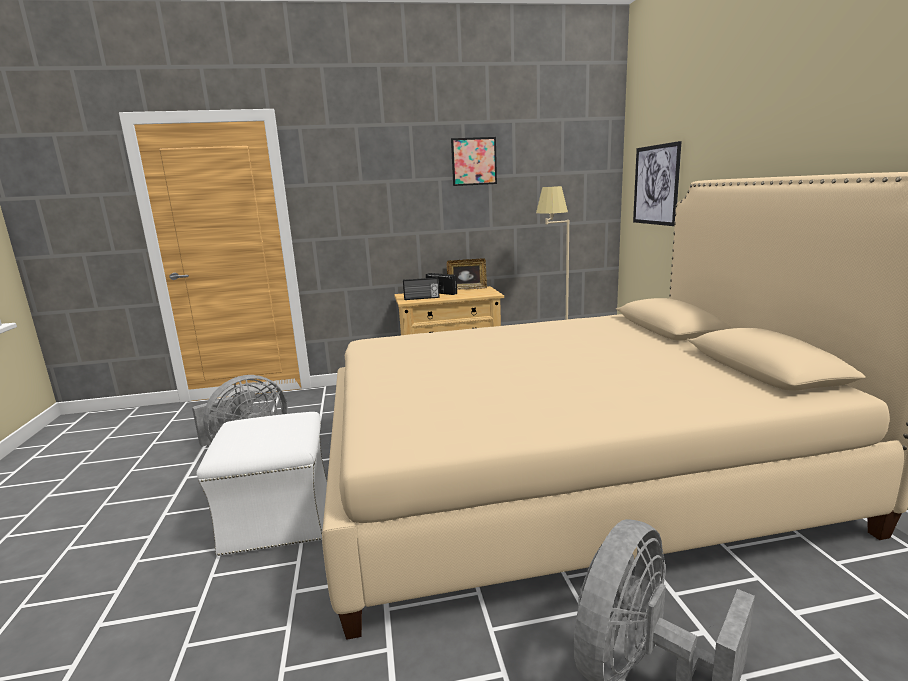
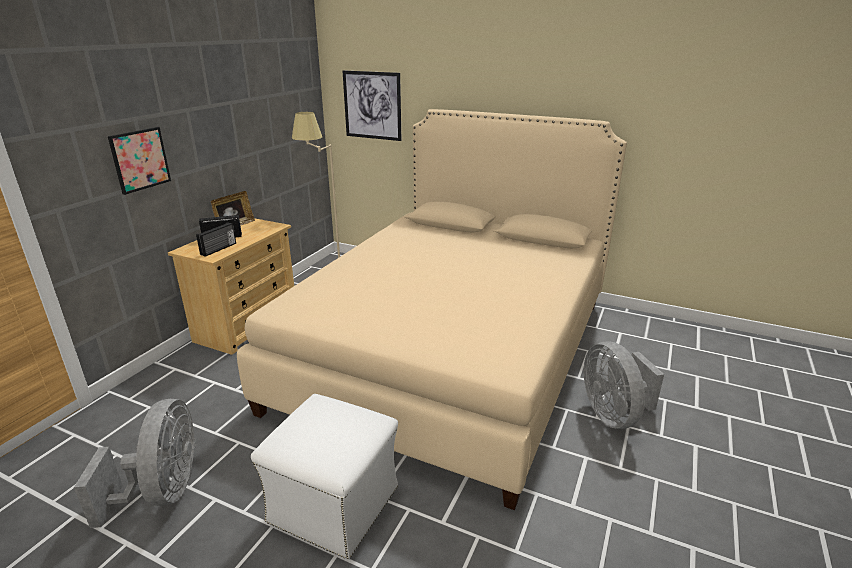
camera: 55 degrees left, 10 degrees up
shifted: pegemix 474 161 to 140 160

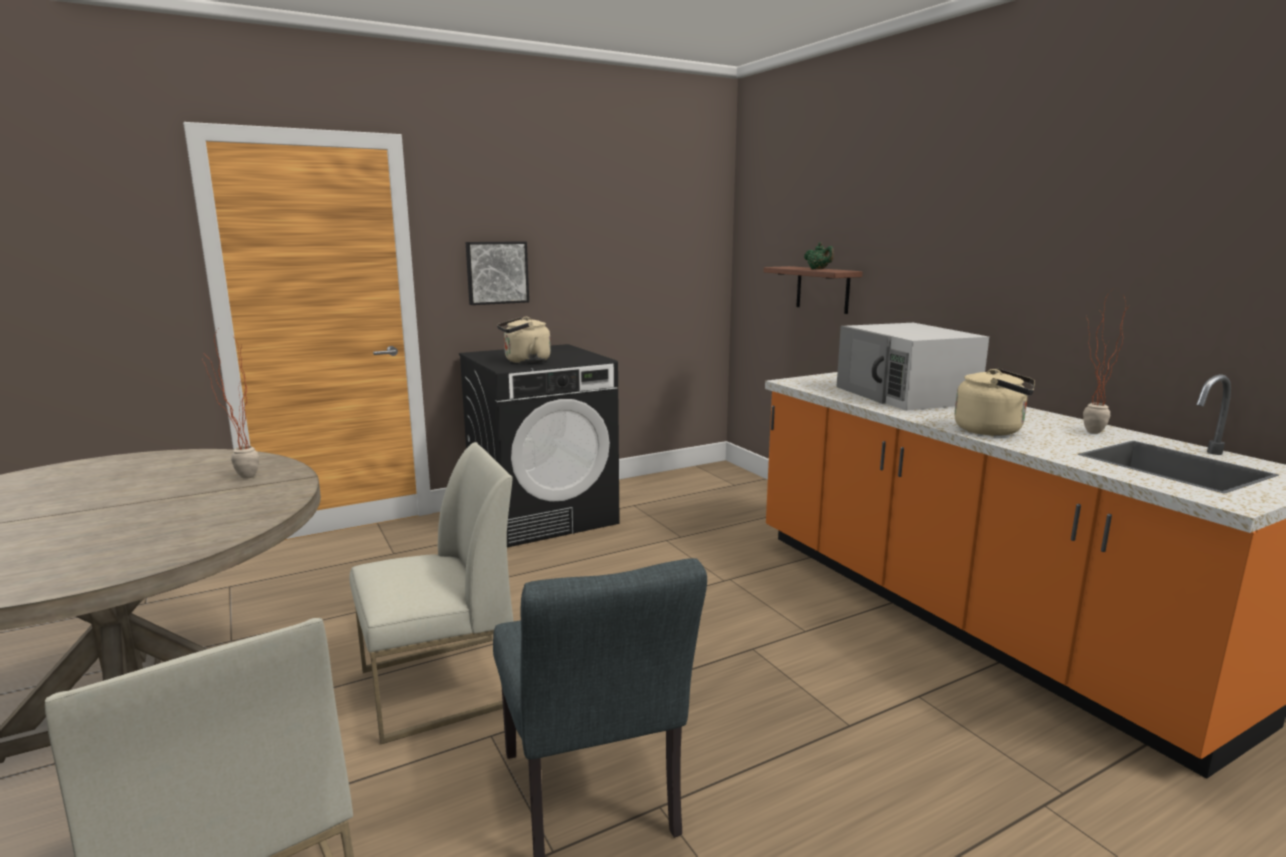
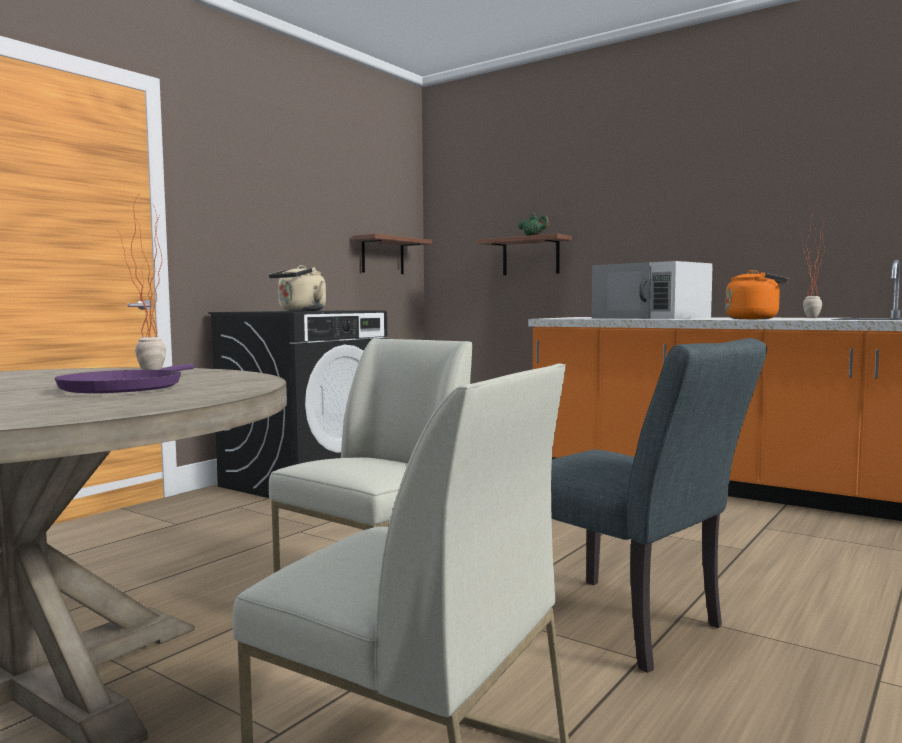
camera: 25 degrees left, 10 degrees down
gone: pegemix 497 272
new: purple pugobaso 126 387; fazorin 382 256
repainted: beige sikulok 992 430 to orange sikulok 755 319

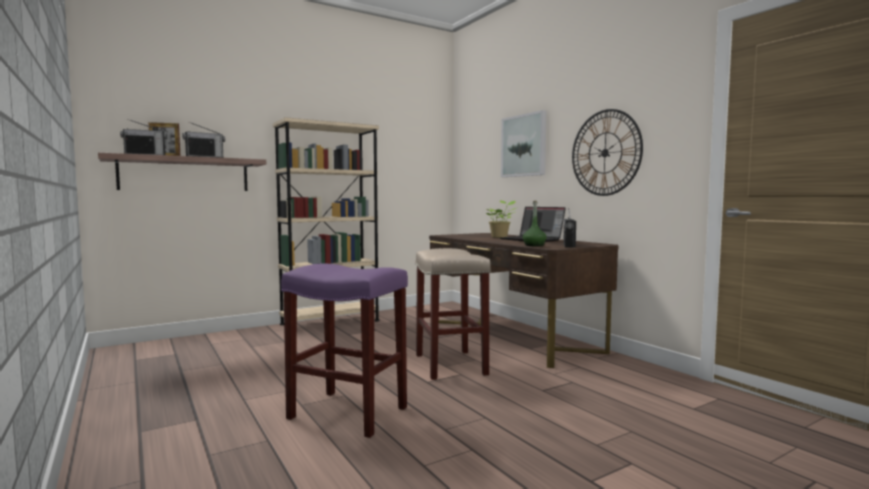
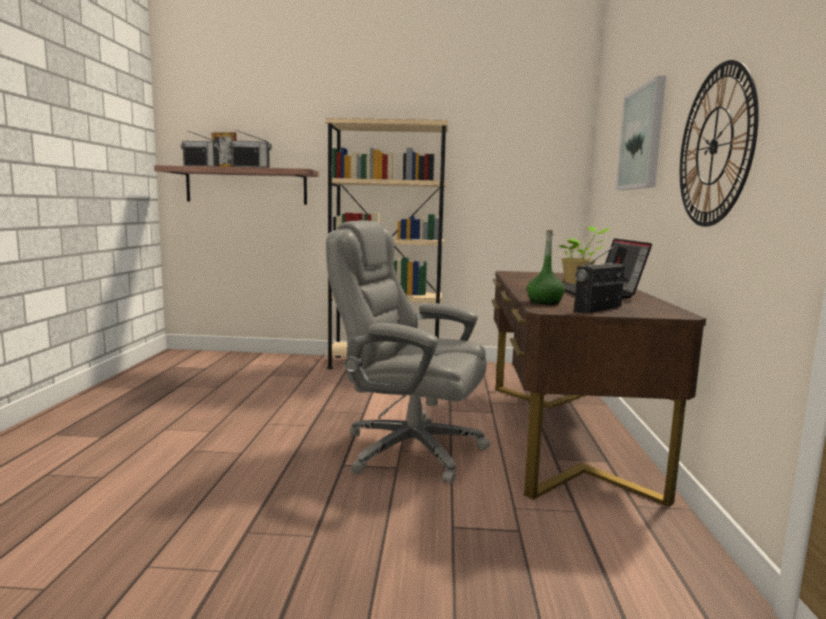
camera: 35 degrees right, 5 degrees up
gone: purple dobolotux 349 413
swapped: beige dobolotux 449 364 to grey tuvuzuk 409 450

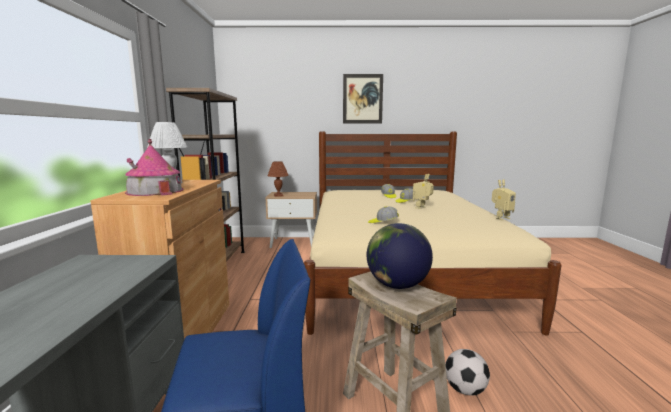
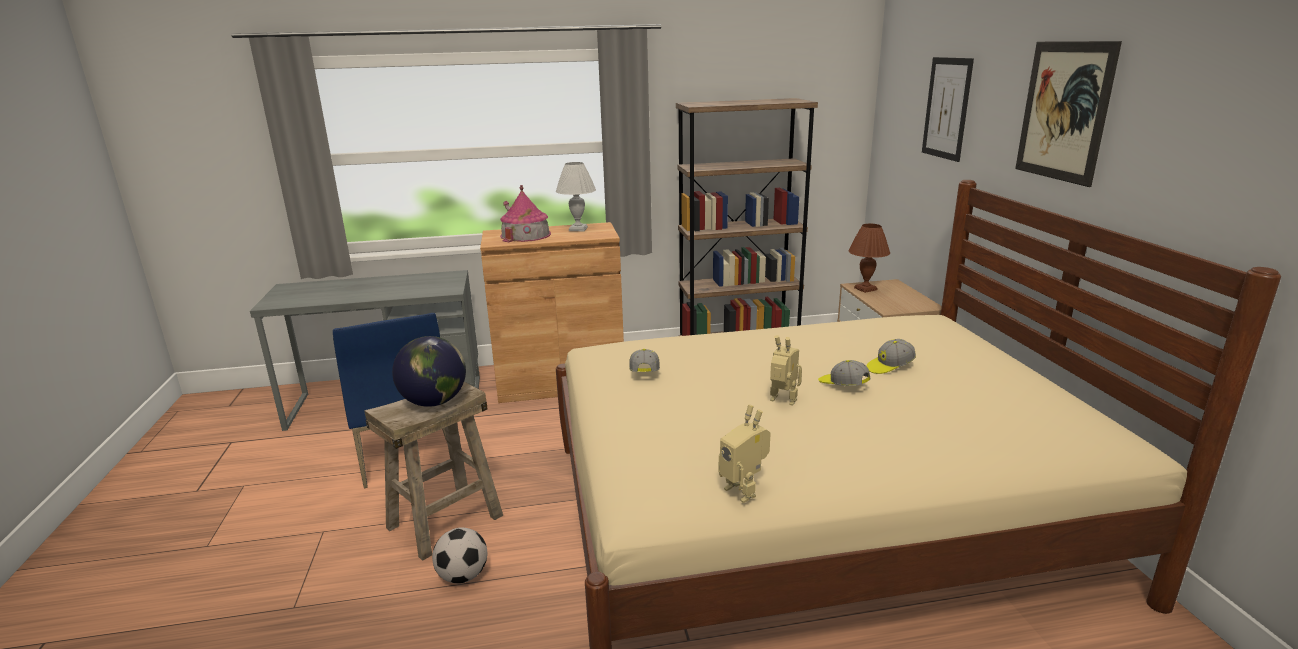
camera: 80 degrees right, 10 degrees up
new: pegemix 947 108

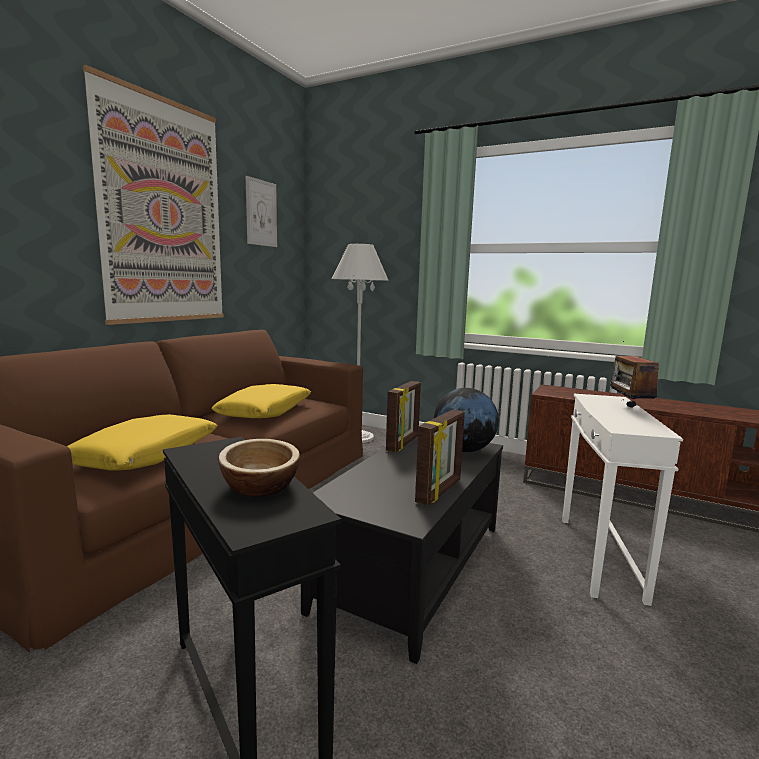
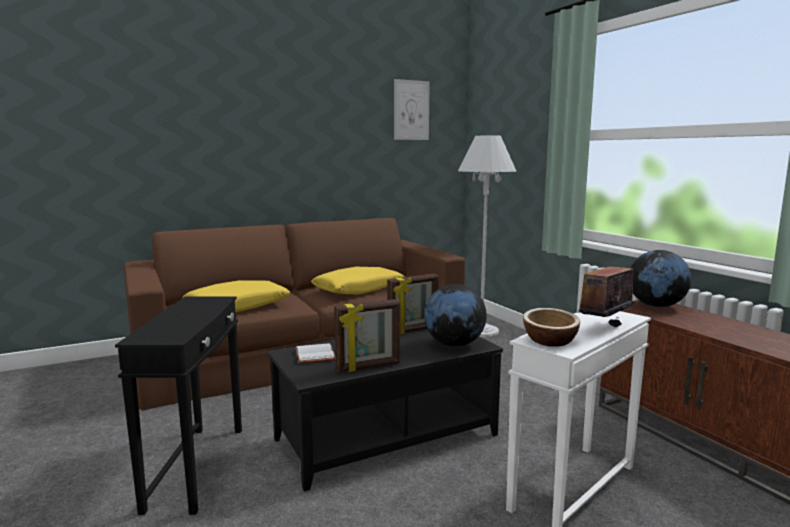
camera: 35 degrees right, 0 degrees up
gone: pegemix 163 213
new: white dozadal 316 355; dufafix 656 306
shifted: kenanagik 260 486 to 549 341

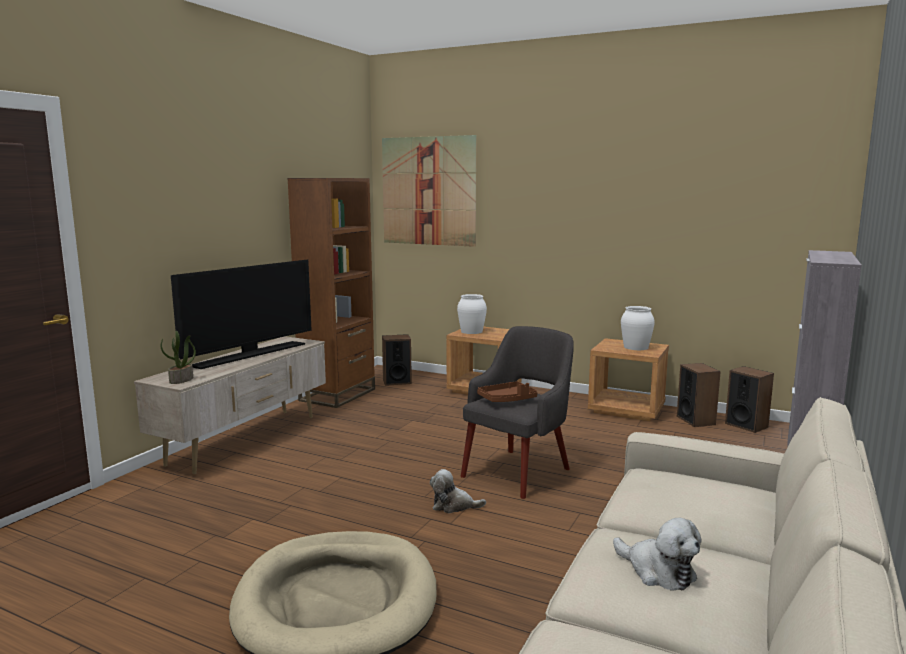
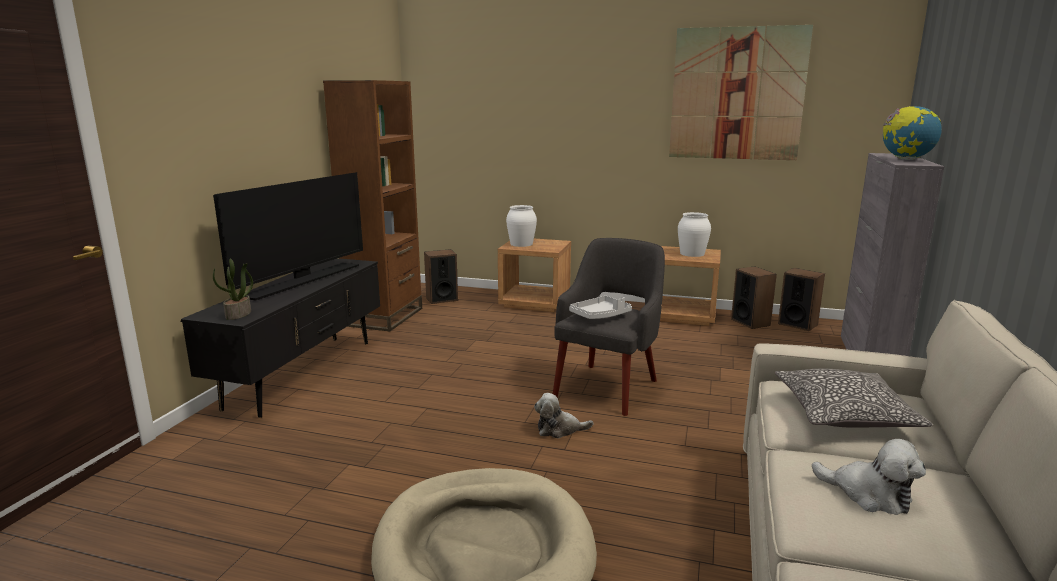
camera: 10 degrees left, 5 degrees up
new: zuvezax 844 414; dufafix 906 159
shifted: pegemix 428 191 to 737 94
repainted: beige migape 245 440 to black migape 303 374; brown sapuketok 507 399 to grey sapuketok 600 315

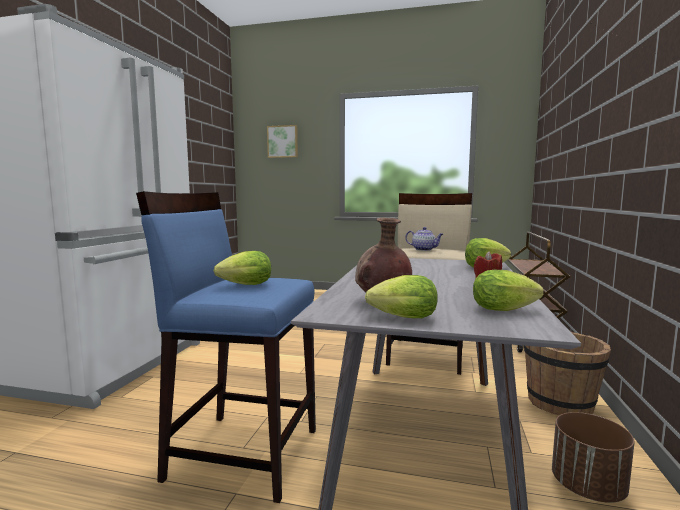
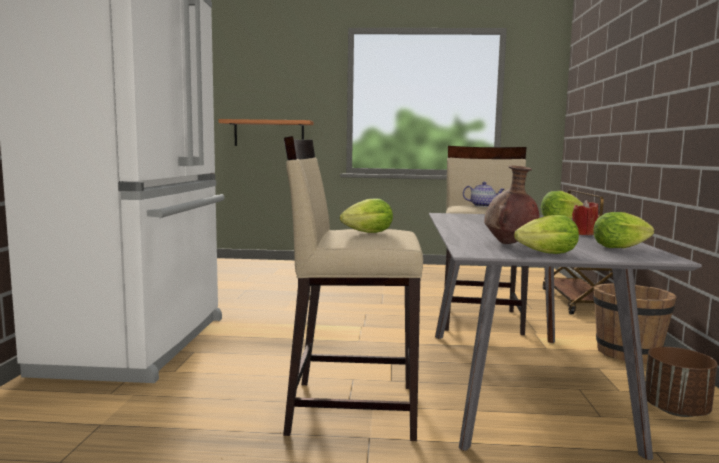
camera: 10 degrees left, 0 degrees up
gone: pegemix 283 141
new: fazorin 269 133
repainted: blue dobolotux 243 452 to beige dobolotux 351 408

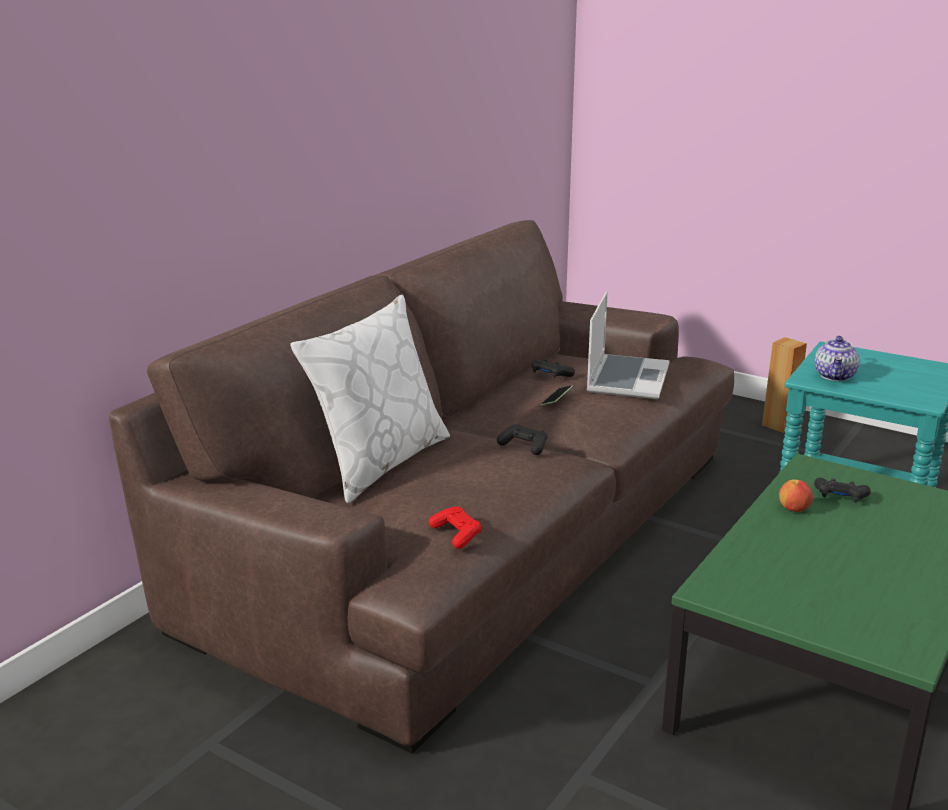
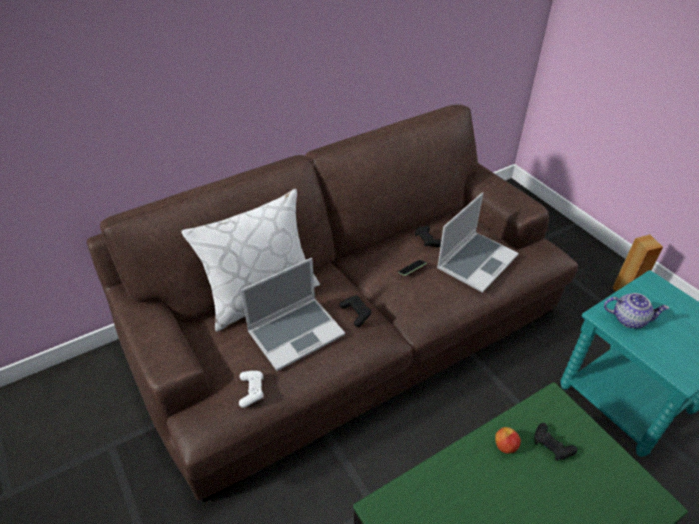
camera: 25 degrees right, 20 degrees up
new: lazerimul 296 333
repainted: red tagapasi 456 534 to white tagapasi 252 391
rotated: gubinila 835 376 = 629 319 120 degrees counterclockwise

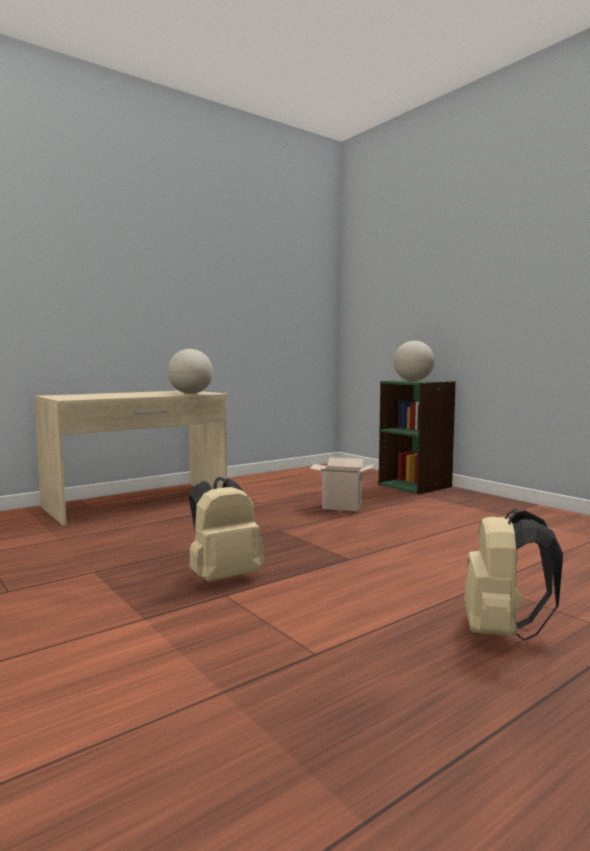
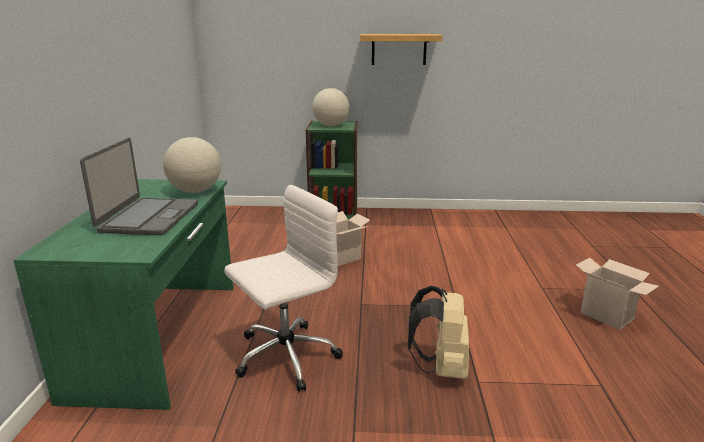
camera: 50 degrees left, 15 degrees up
new: lazerimul 148 218; white tuvuzuk 284 356; fazorin 399 49
swapped: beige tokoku 501 632 to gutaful 608 316
repainted: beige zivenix 137 502 to green zivenix 161 337

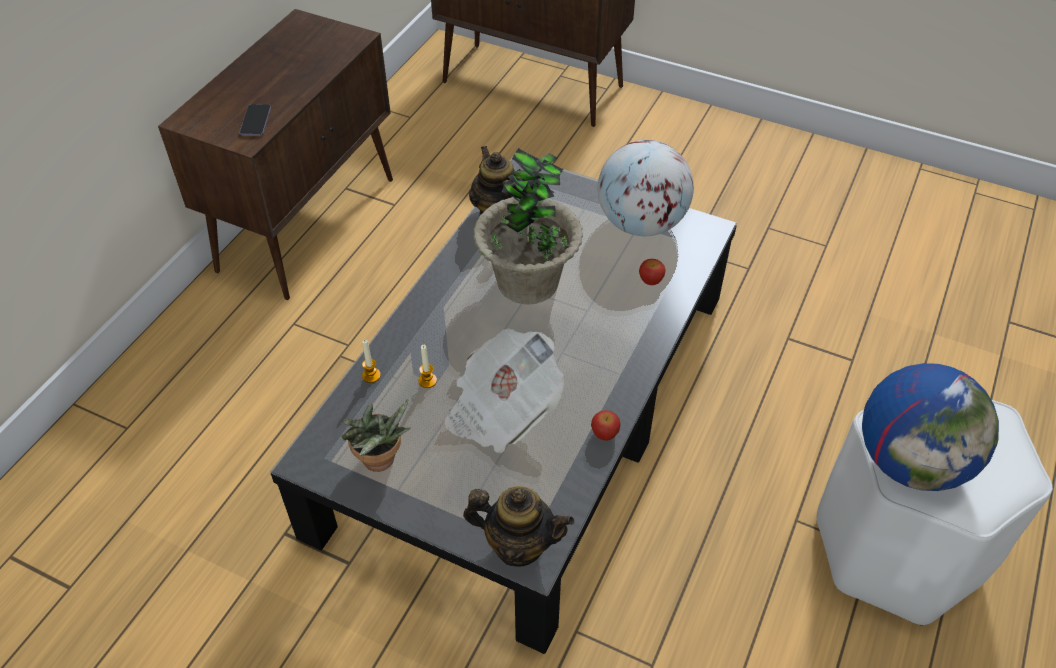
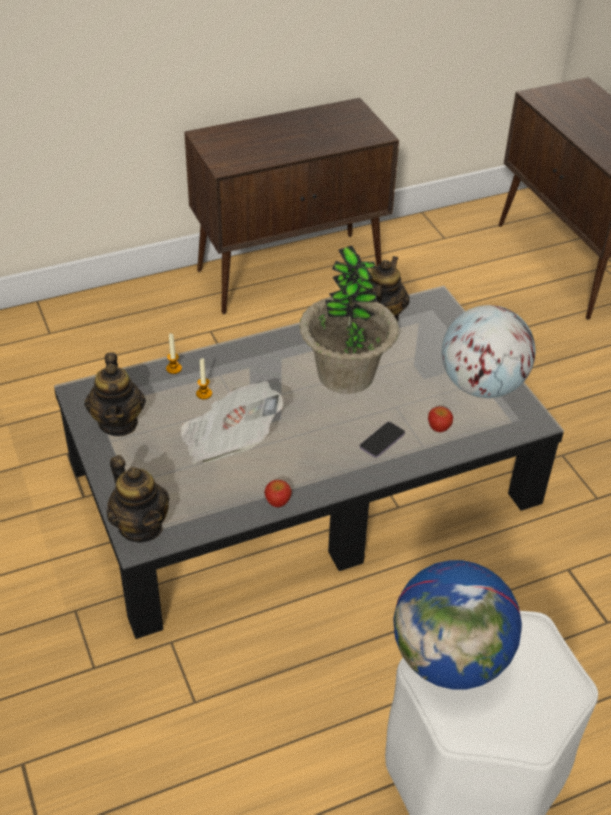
camera: 40 degrees right, 5 degrees down
shifted: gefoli 256 121 to 382 441
swapped: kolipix 381 463 to gubinila 118 422

